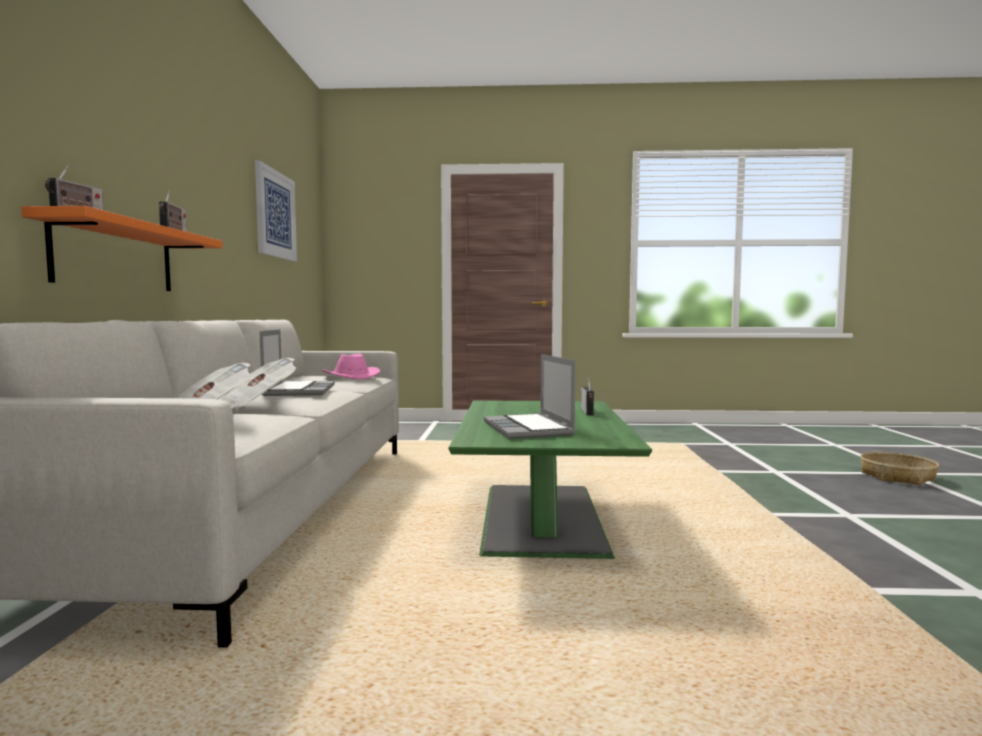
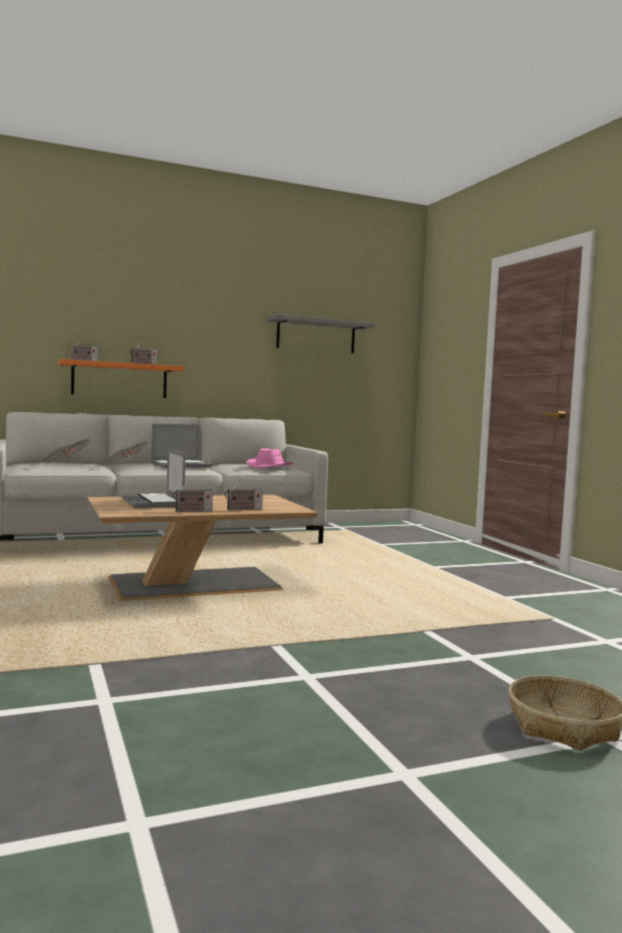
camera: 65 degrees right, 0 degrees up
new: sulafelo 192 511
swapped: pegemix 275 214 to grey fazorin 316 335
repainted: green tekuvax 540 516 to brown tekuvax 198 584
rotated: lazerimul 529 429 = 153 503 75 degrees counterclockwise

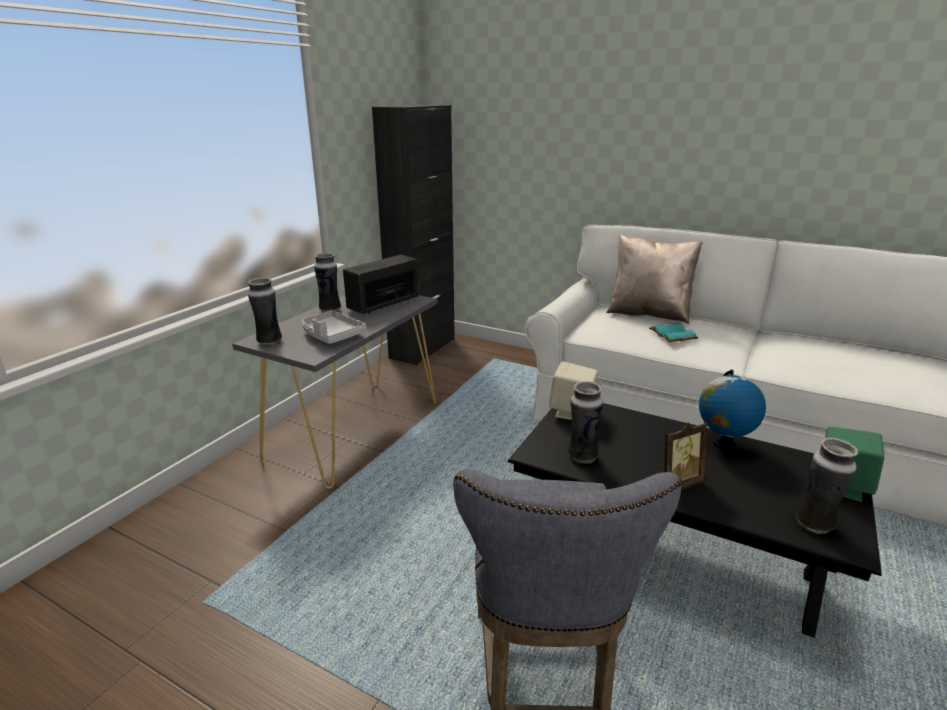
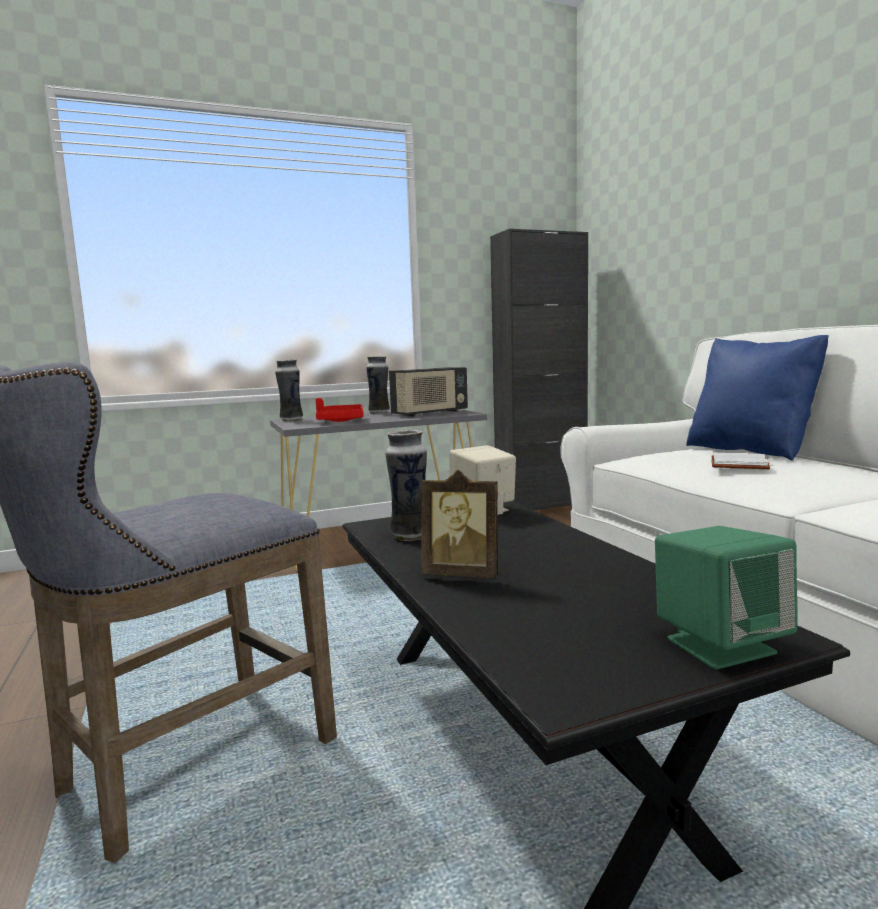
camera: 40 degrees right, 15 degrees down
gone: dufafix 723 444; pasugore 814 525
repainted: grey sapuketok 331 335 to red sapuketok 340 421; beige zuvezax 648 313 to blue zuvezax 750 451; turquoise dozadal 671 334 to white dozadal 736 464
rotated: sulafelo 383 304 = 430 413 150 degrees clockwise

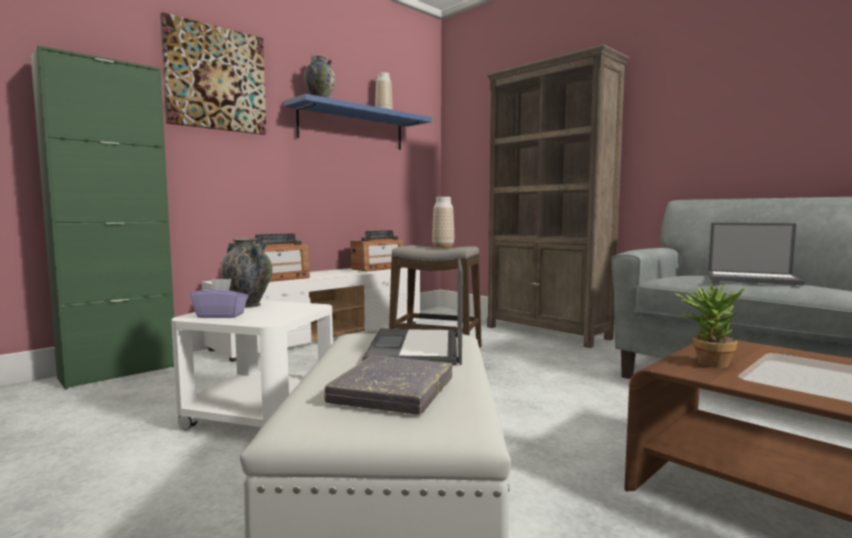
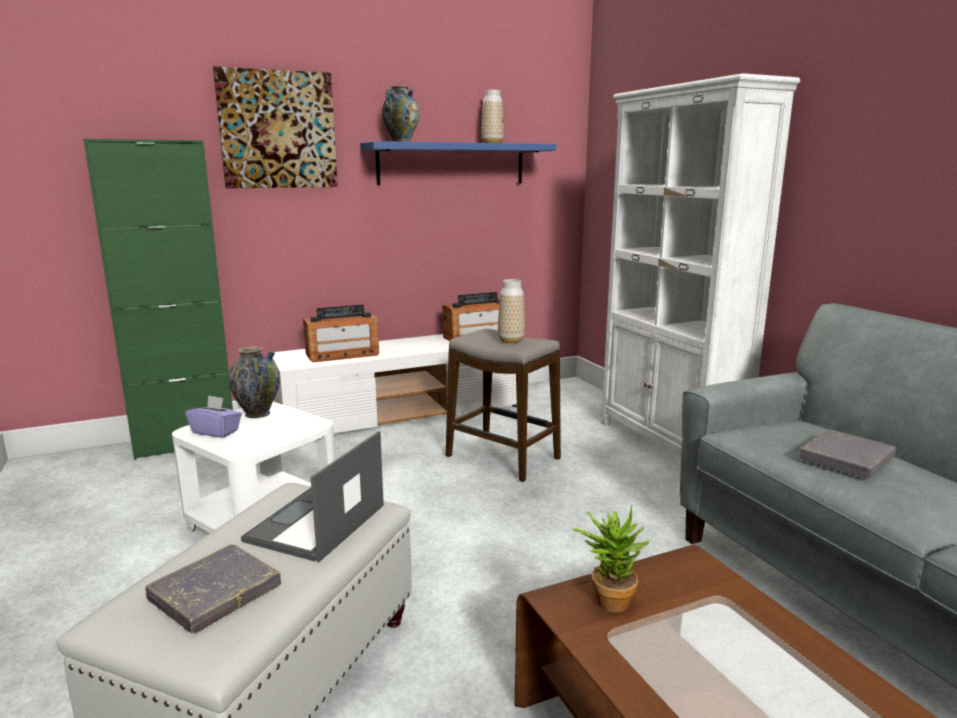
camera: 20 degrees right, 10 degrees up
swapped: lazerimul 753 279 to grey dozadal 846 459
repainted: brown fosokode 547 333 to white fosokode 668 444

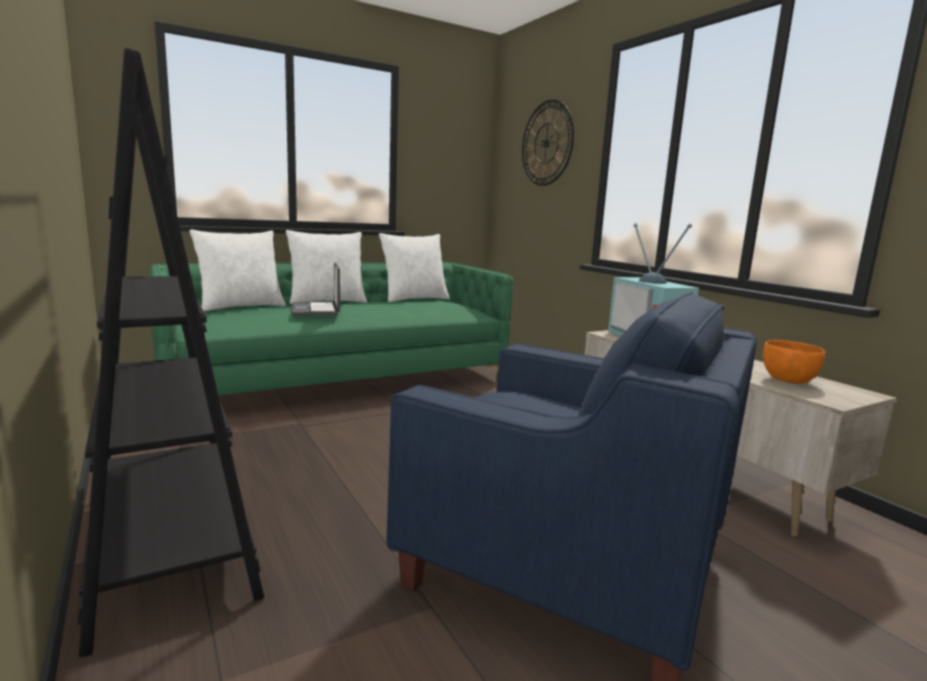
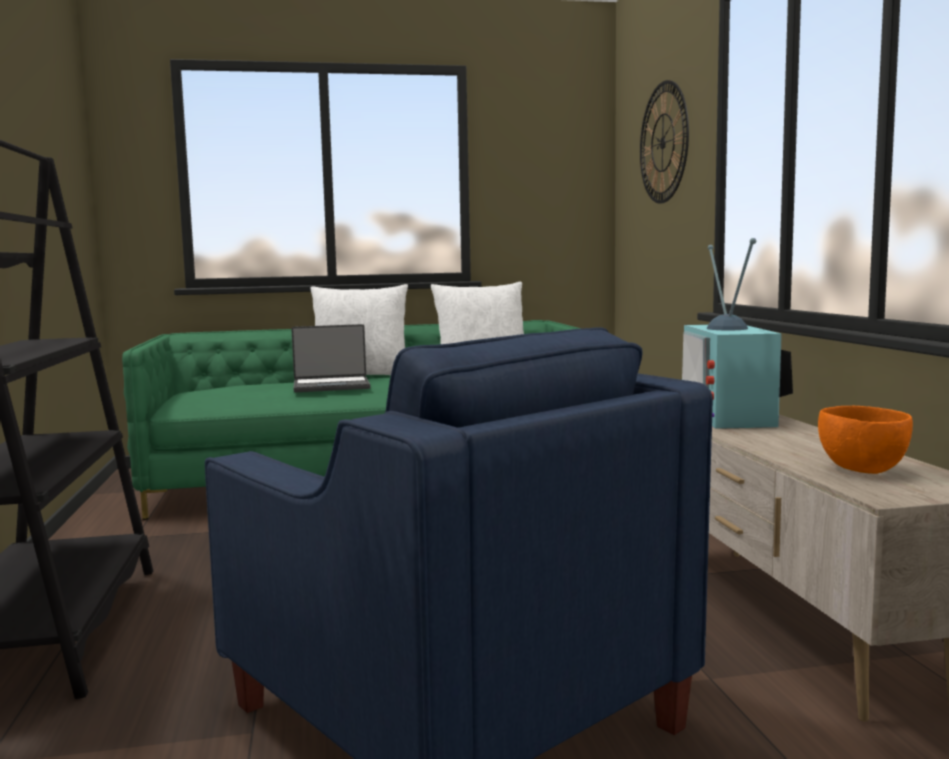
camera: 20 degrees right, 5 degrees down
gone: white zuvezax 241 307
rotated: lazerimul 317 311 = 331 386 105 degrees counterclockwise

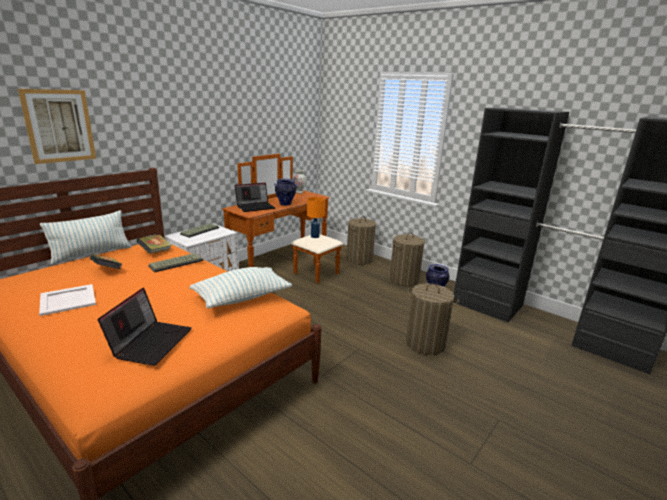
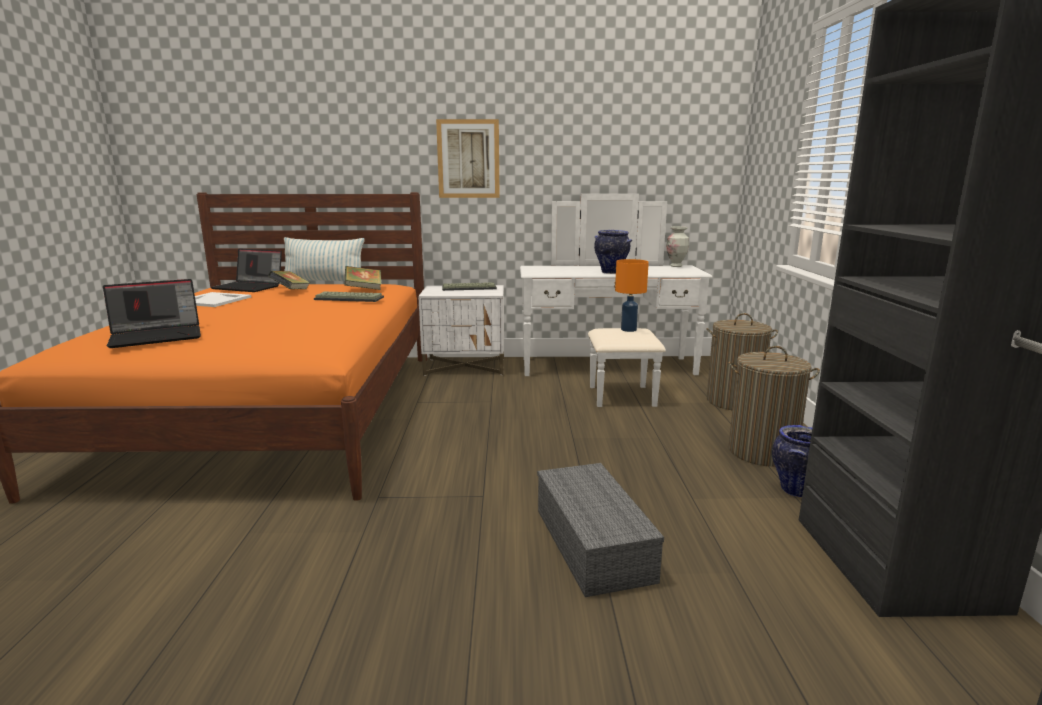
camera: 50 degrees right, 5 degrees down
gone: zuvezax 242 297
shifted: pegemix 59 126 to 468 159; lazerimul 255 207 to 250 287
swapped: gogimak 425 343 to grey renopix 595 545
repainted: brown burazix 288 261 to white burazix 611 373

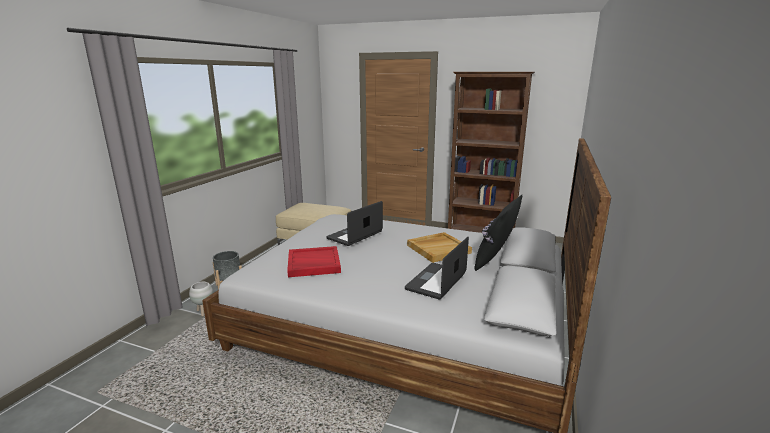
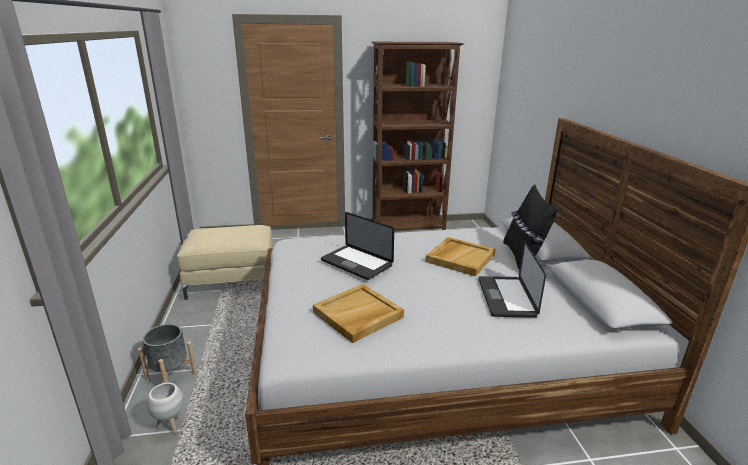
camera: 30 degrees left, 5 degrees up
repainted: red sapuketok 313 264 to beige sapuketok 358 315
rotated: lazerimul 355 235 = 356 263 60 degrees counterclockwise

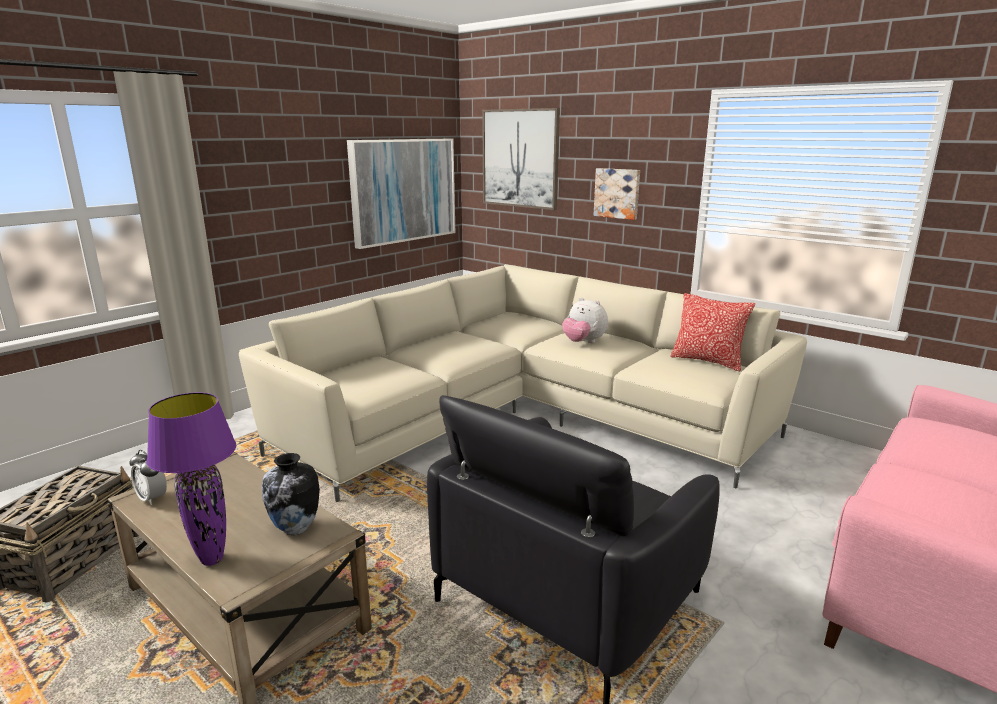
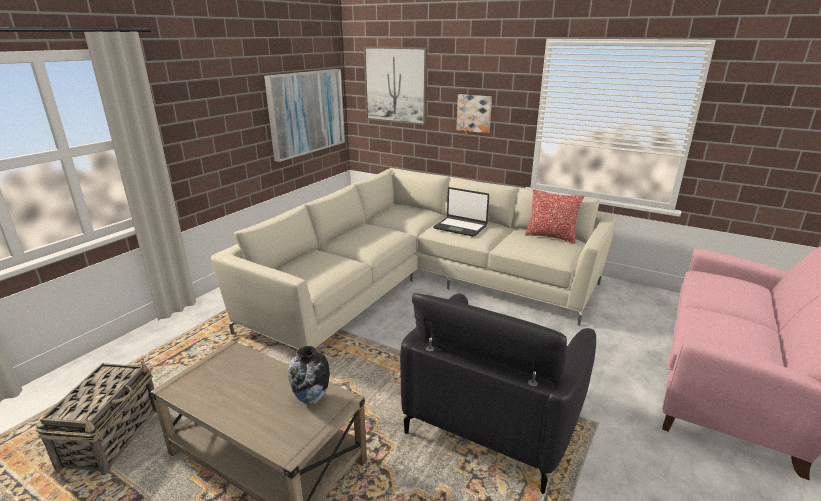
camera: 10 degrees left, 5 degrees up
gone: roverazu 152 498; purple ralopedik 211 560
swapped: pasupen 583 342 to lazerimul 460 227

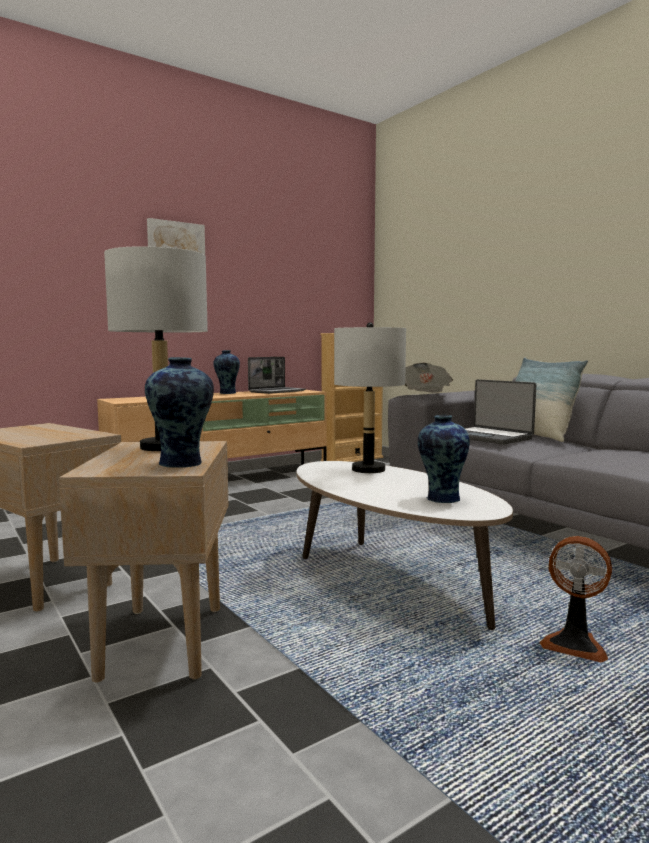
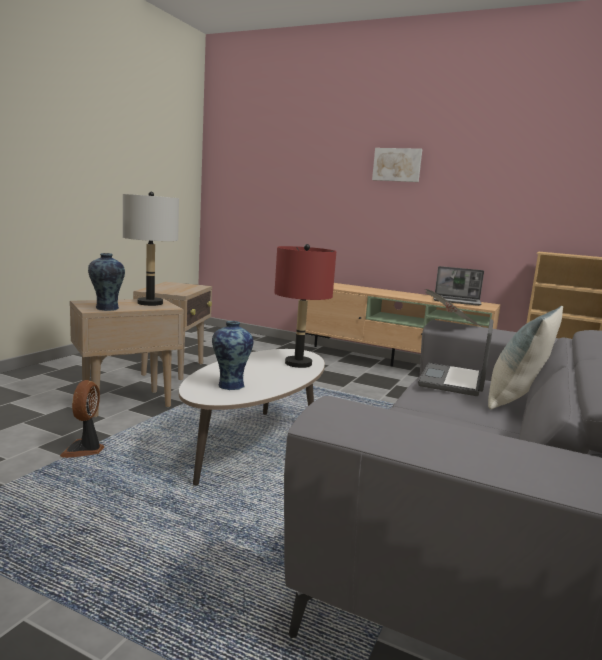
camera: 60 degrees right, 5 degrees up
gone: pasugore 227 393
shifted: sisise 574 644 to 84 450
repainted: grey ralopedik 368 469 to red ralopedik 298 364

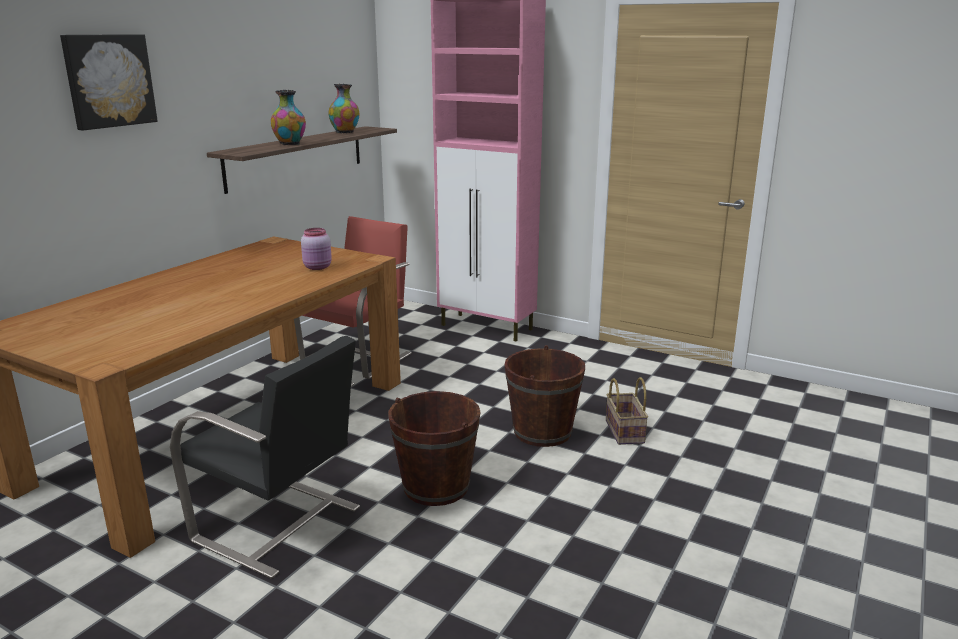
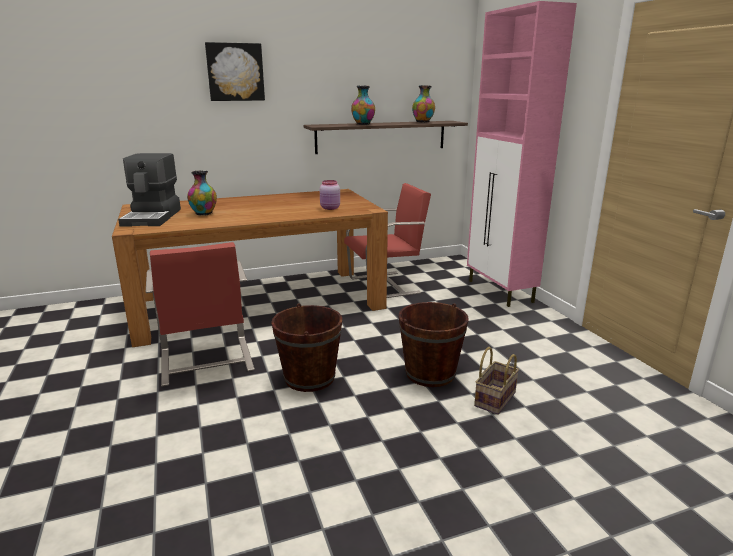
camera: 40 degrees right, 0 degrees up
new: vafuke 153 217; pasugore 204 214
repainted: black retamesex 279 525 to red retamesex 206 361

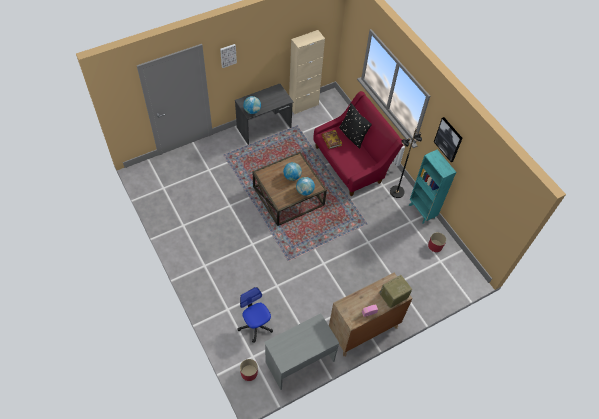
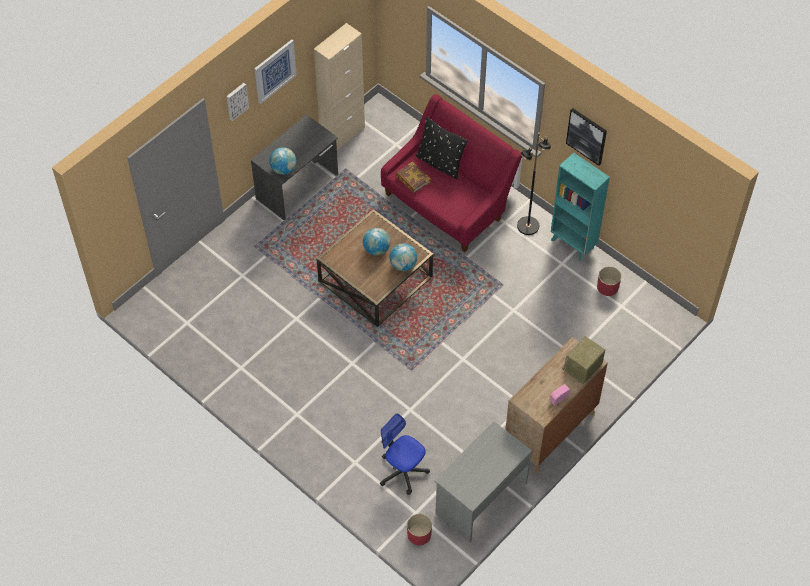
camera: 15 degrees left, 0 degrees up
new: pegemix 275 71

